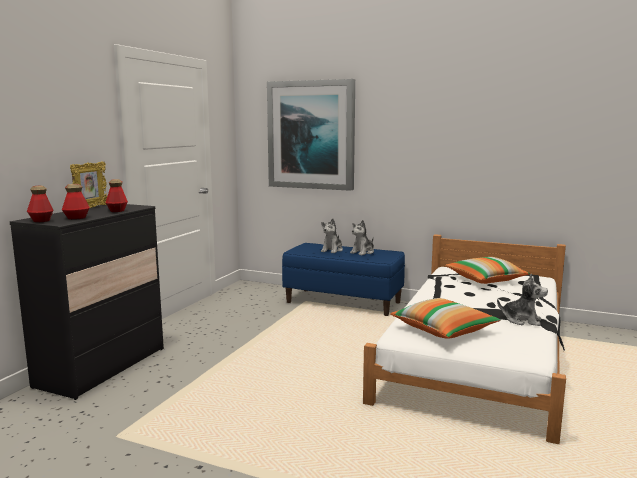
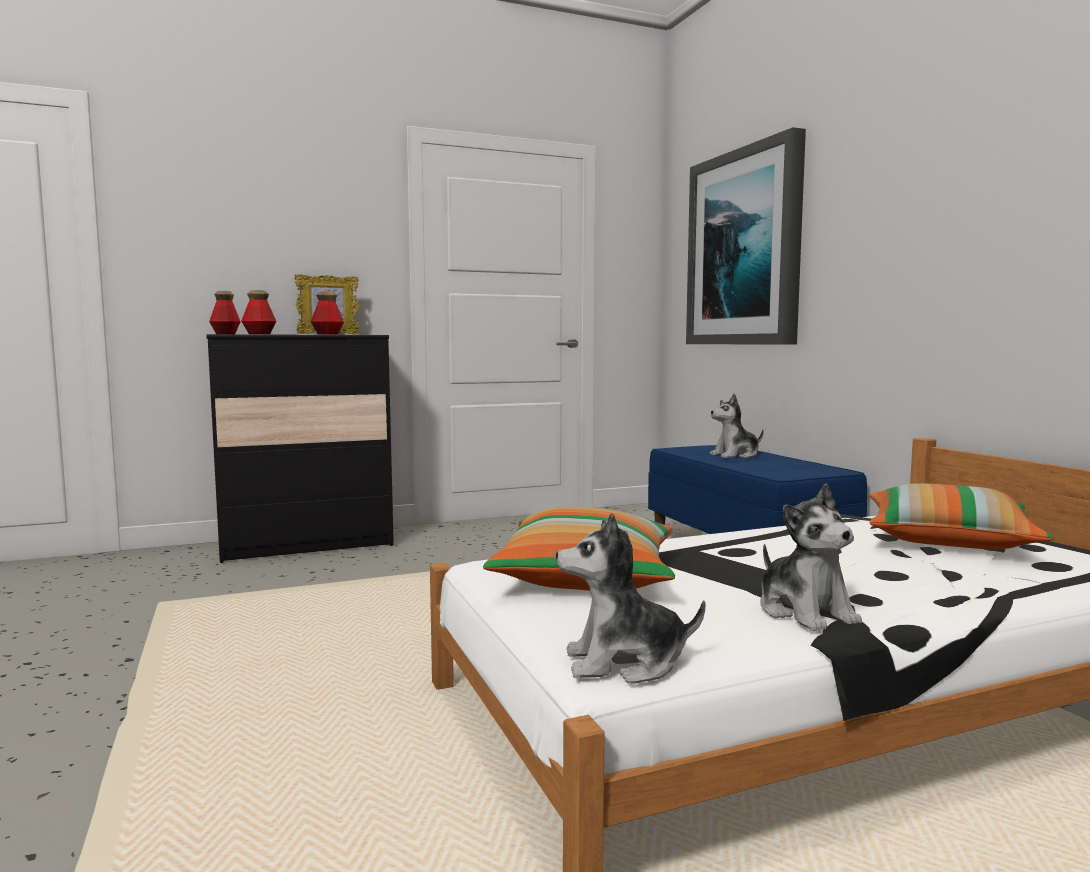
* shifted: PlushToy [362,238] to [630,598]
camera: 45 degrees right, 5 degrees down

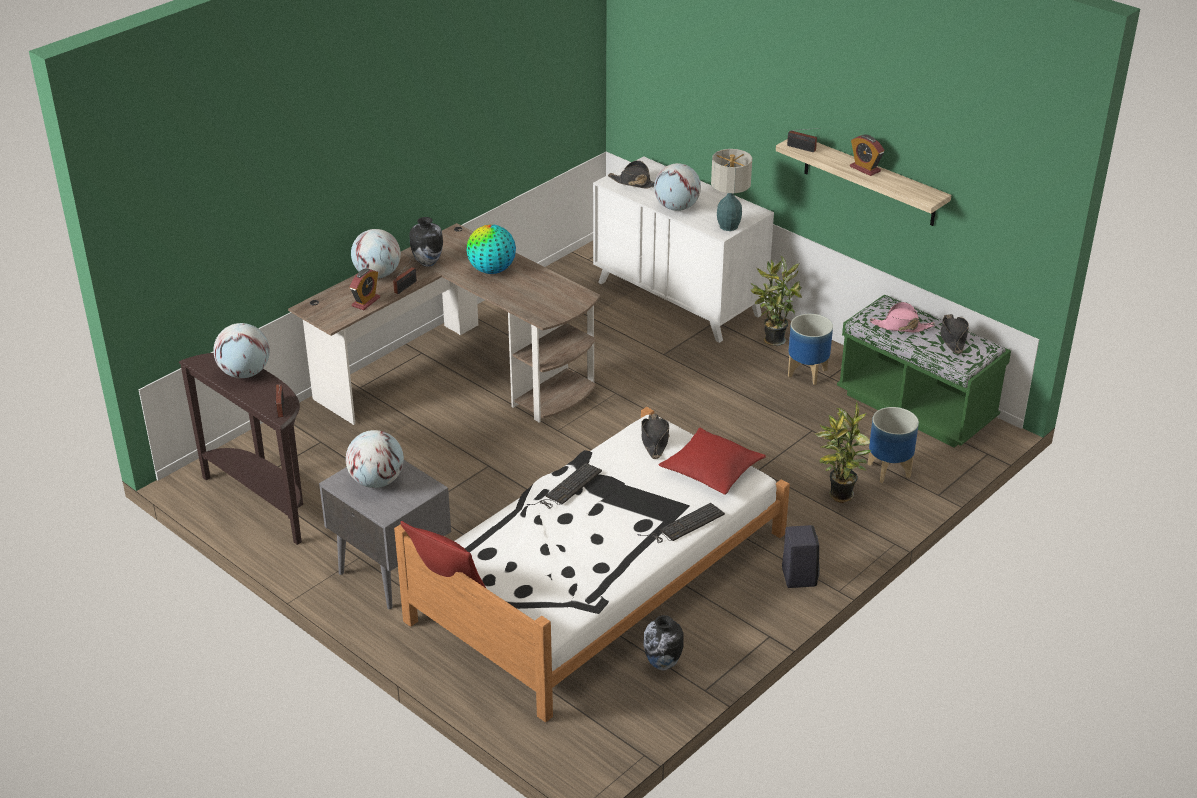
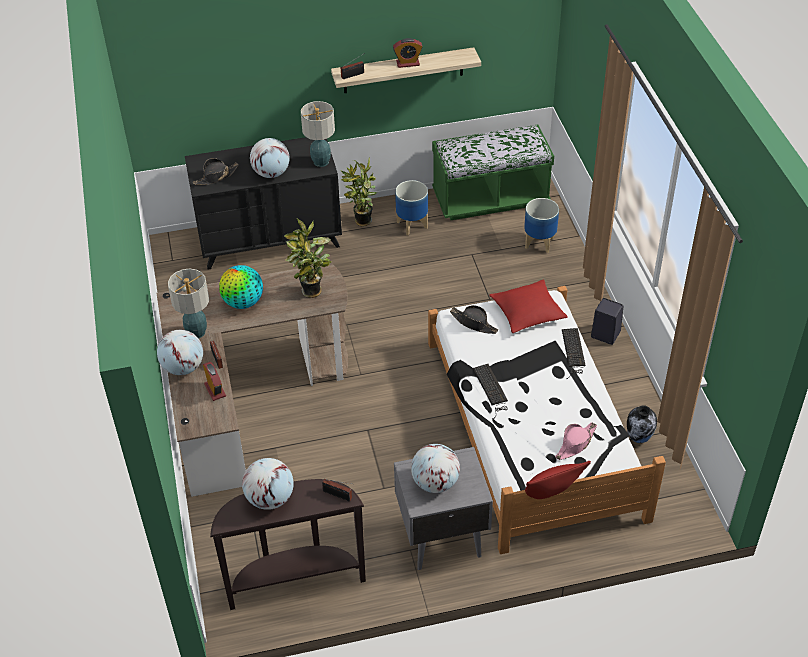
* swapped: Vase [426,242] to TableLamp [188,304]
* repainted: WhiteDresser [683,249] to BlackDresser [263,203]
* shifted: PottedPlant [843,452] to [308,258]
* shifted: PinkHat [902,317] to [576,441]
* gone: BlackHat [954,334]
camera: 55 degrees left, 10 degrees up

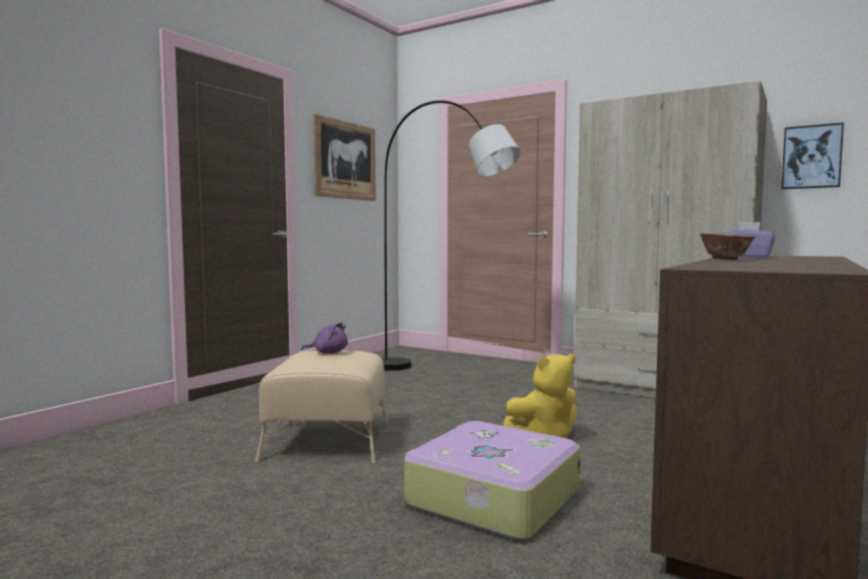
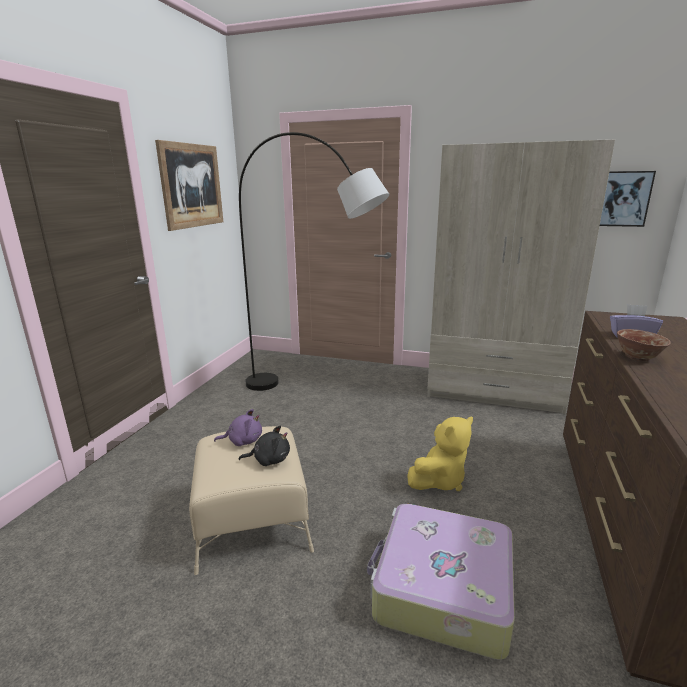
* new: BlackPlushToy [264,446]
camera: 15 degrees left, 15 degrees up

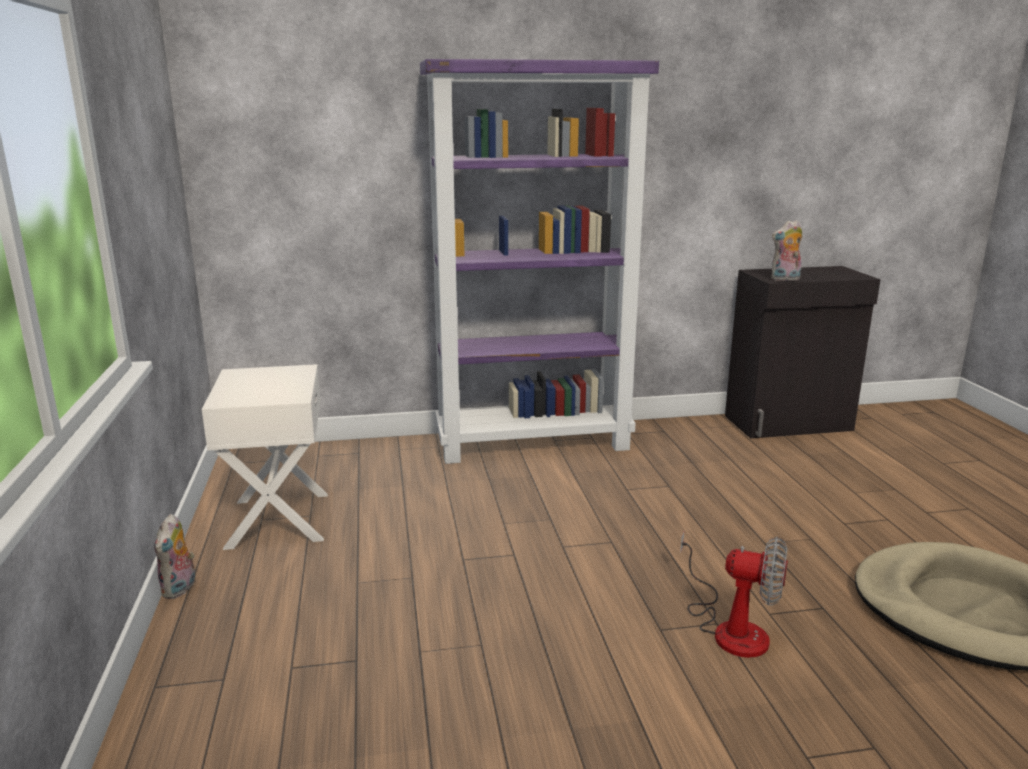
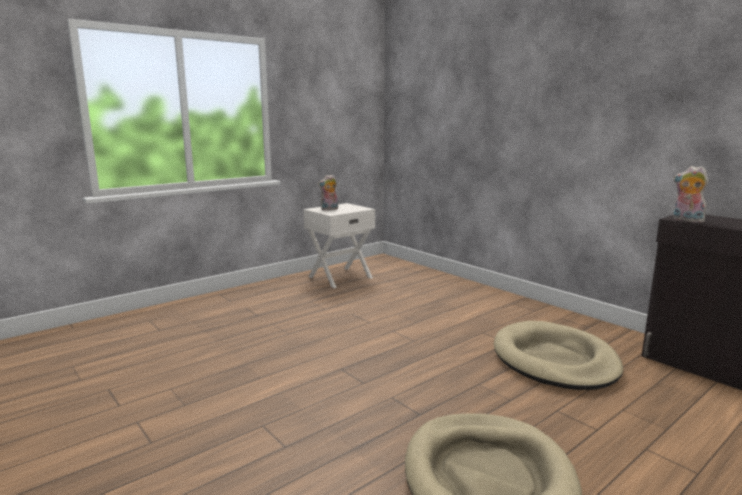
* shifted: PlushToy [174,556] to [328,192]
* new: BeigeDogBed [558,355]
* gone: PurpleBookcase [539,261]
* gone: Fan [734,595]
camera: 60 degrees right, 5 degrees down

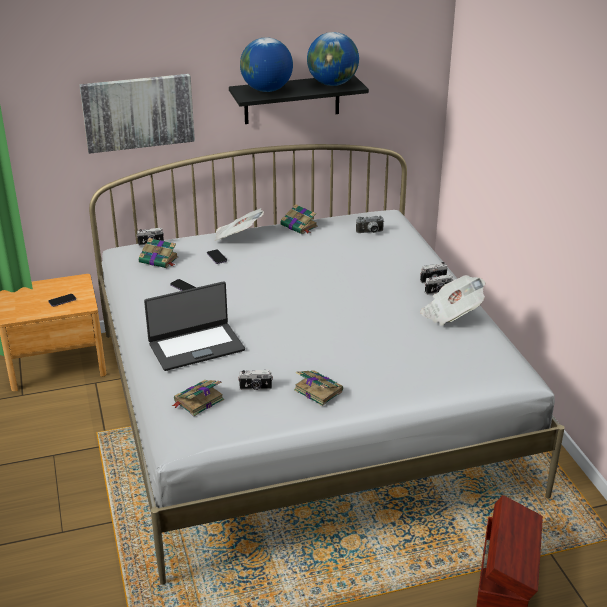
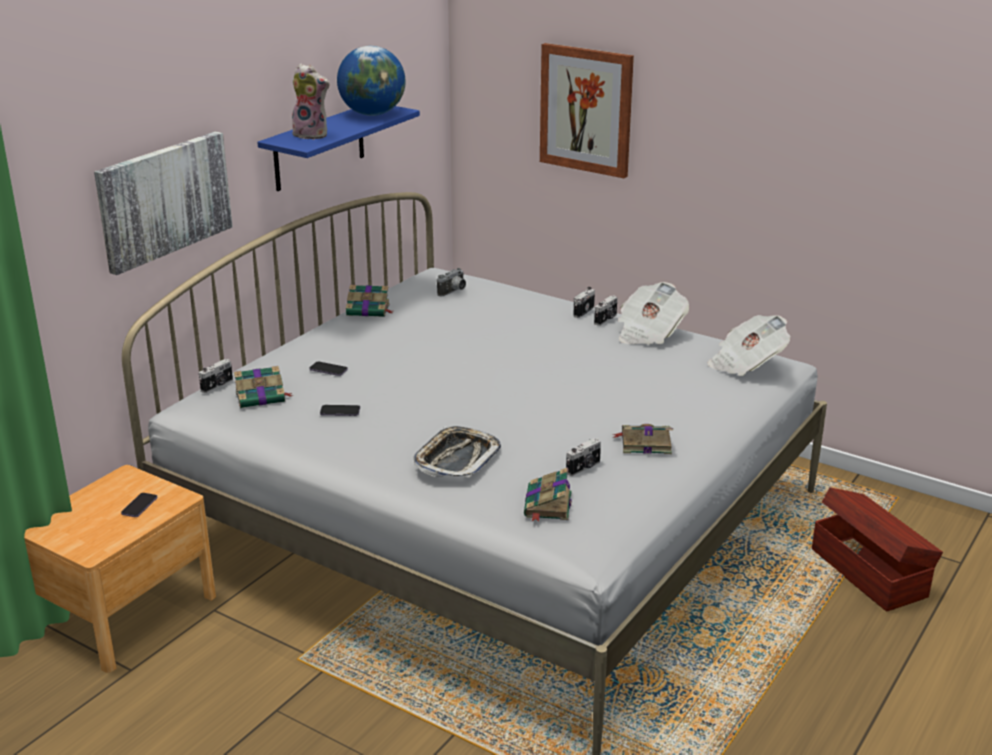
* repainted: BlackShelf [299,99] to BlueShelf [338,148]
* swapped: Globe [266,64] to PlushToy [310,101]
* swapped: Laptop [194,326] to Tray [457,452]
* new: Picture [587,110]
* shifted: Newspaper [239,224] to [748,345]
camera: 40 degrees left, 5 degrees down

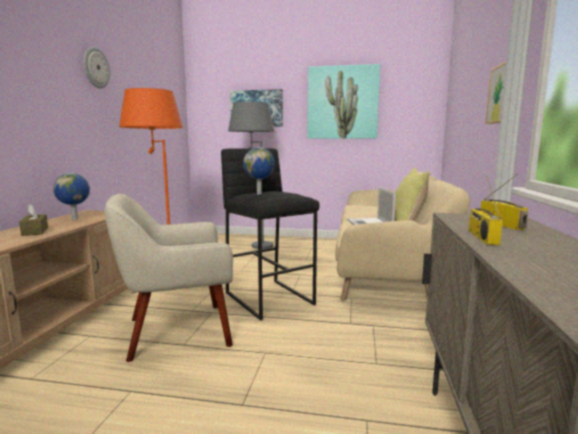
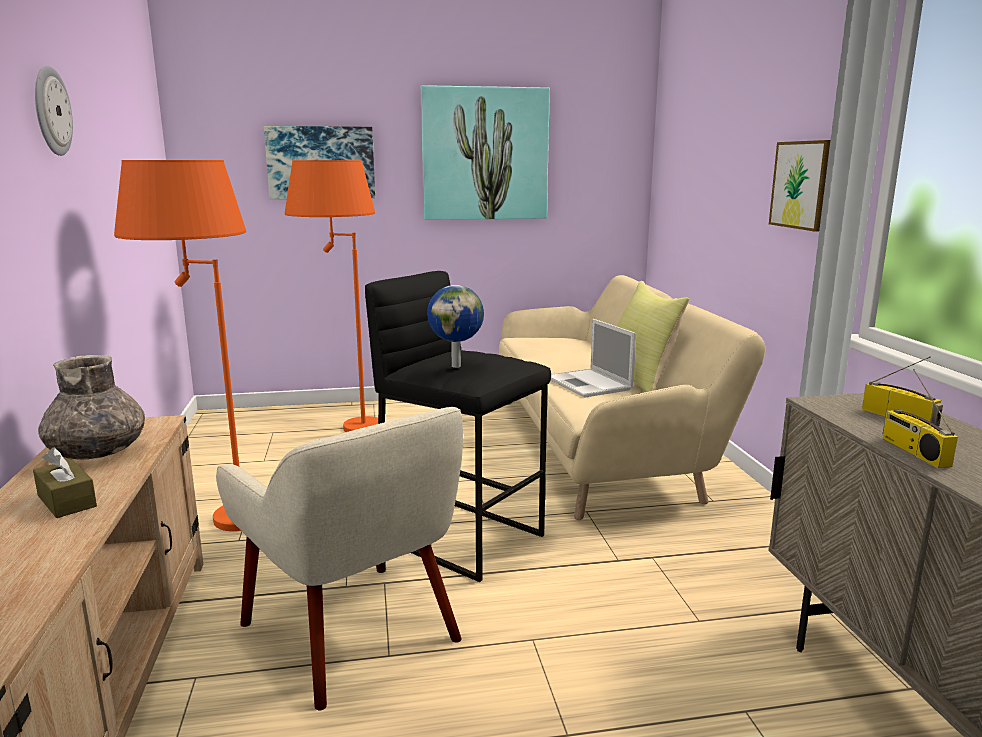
* swapped: Globe [71,196] to GreyVase [91,407]
* rotated: BeigeArmchair [169,278] = [339,558] 90 degrees counterclockwise
* repainted: GreyFloorLamp [251,175] to OrangeFloorLamp [331,296]
camera: 20 degrees left, 5 degrees up

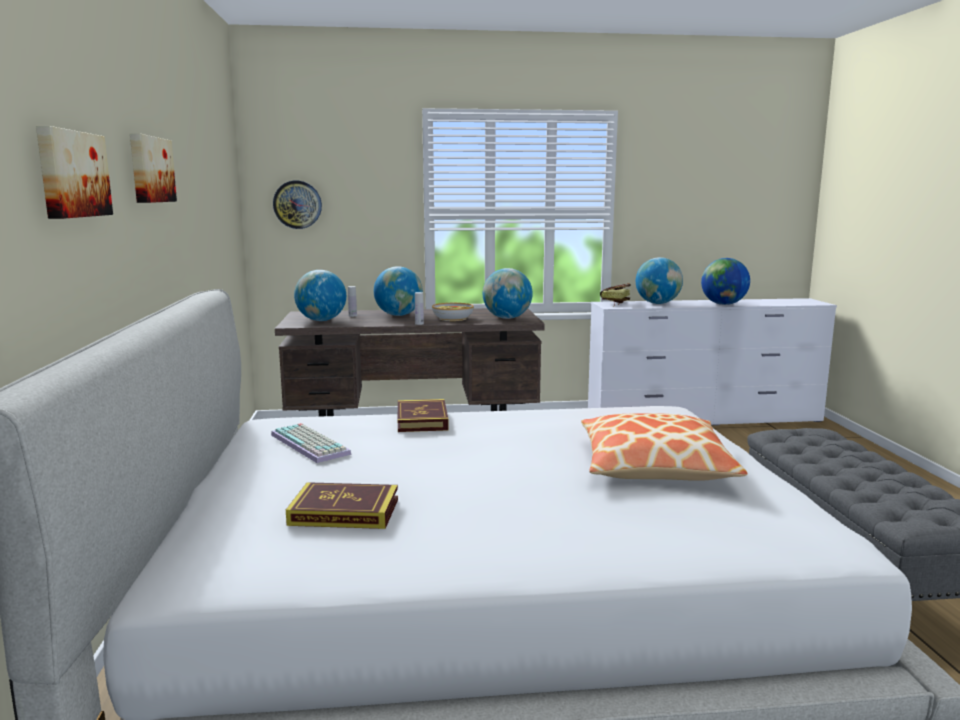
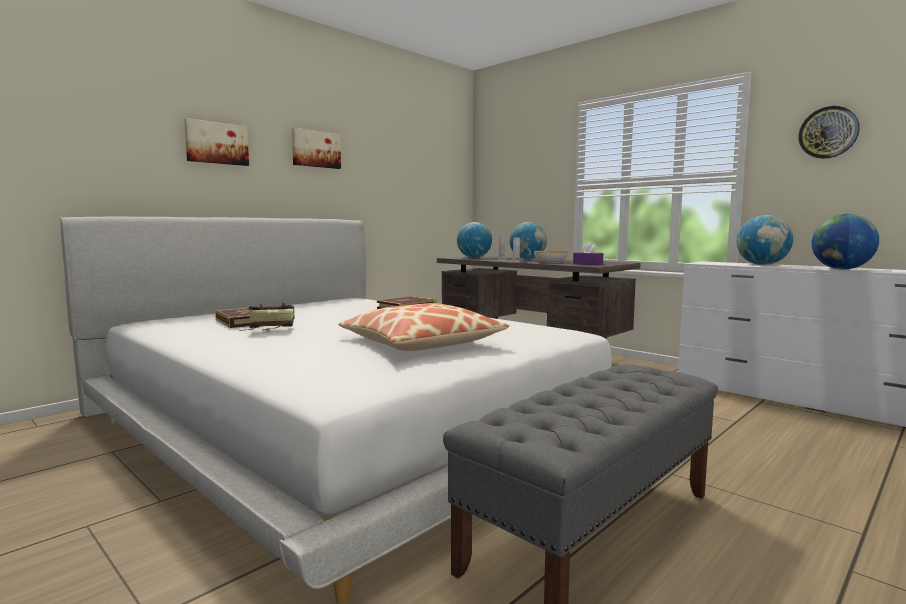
* shifted: Book [615,294] to [267,317]
* swapped: Globe [508,293] to PurpleTissueBox [588,253]
* shifted: WallClock [297,205] to [829,132]
* gone: Keyboard [311,443]
camera: 50 degrees right, 5 degrees down

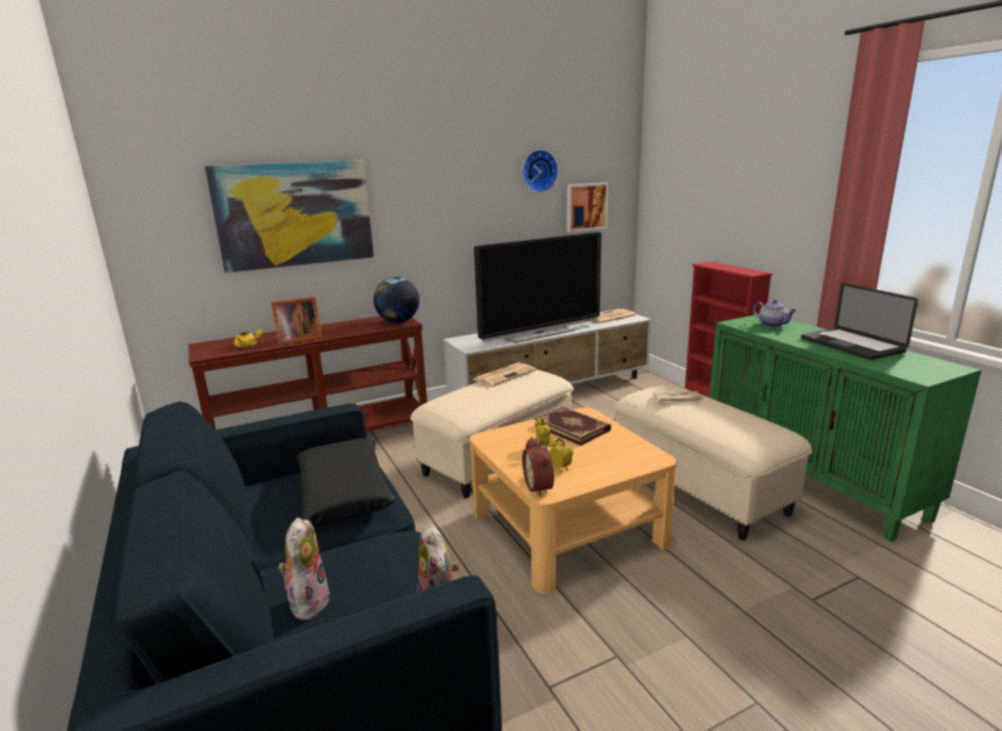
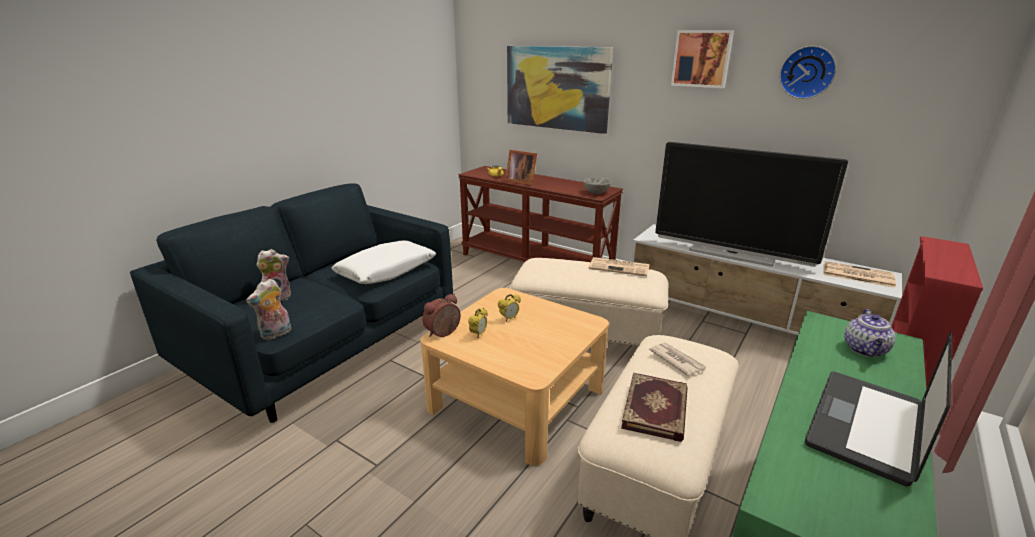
* repainted: BlackPillow [346,482] to WhitePillow [383,262]
* swapped: Globe [396,300] to GreyBowl [597,185]
* shifted: Book [572,426] to [654,407]
* shifted: Picture [588,207] to [702,59]
camera: 60 degrees right, 5 degrees up

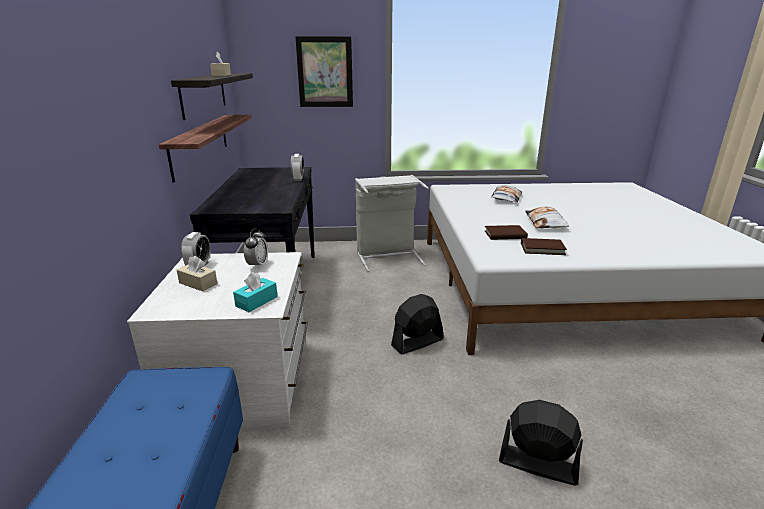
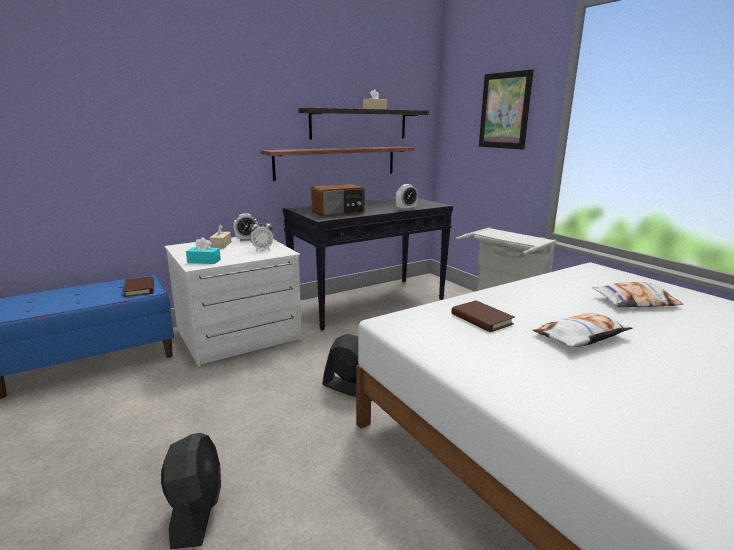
* shifted: BrownBook [544,246] to [138,286]
* new: Radio [338,200]
camera: 60 degrees right, 5 degrees down

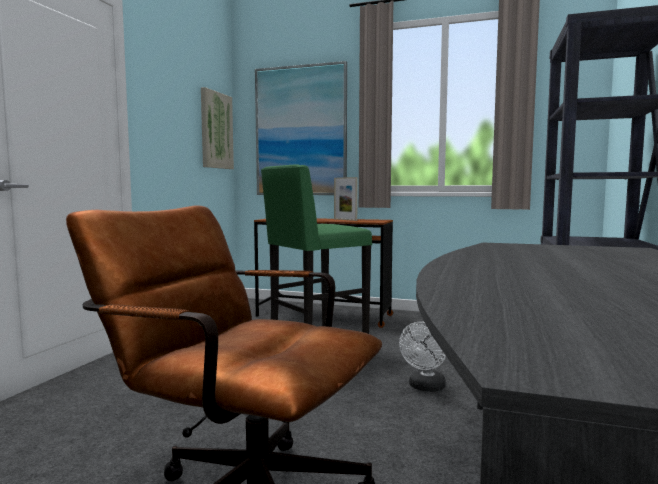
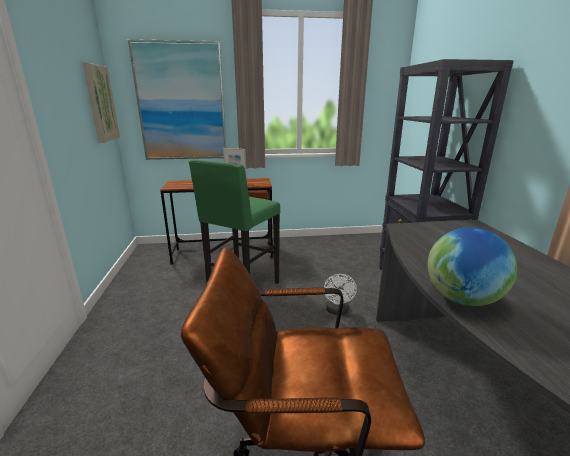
* new: Globe [472,266]
camera: 25 degrees left, 15 degrees up

